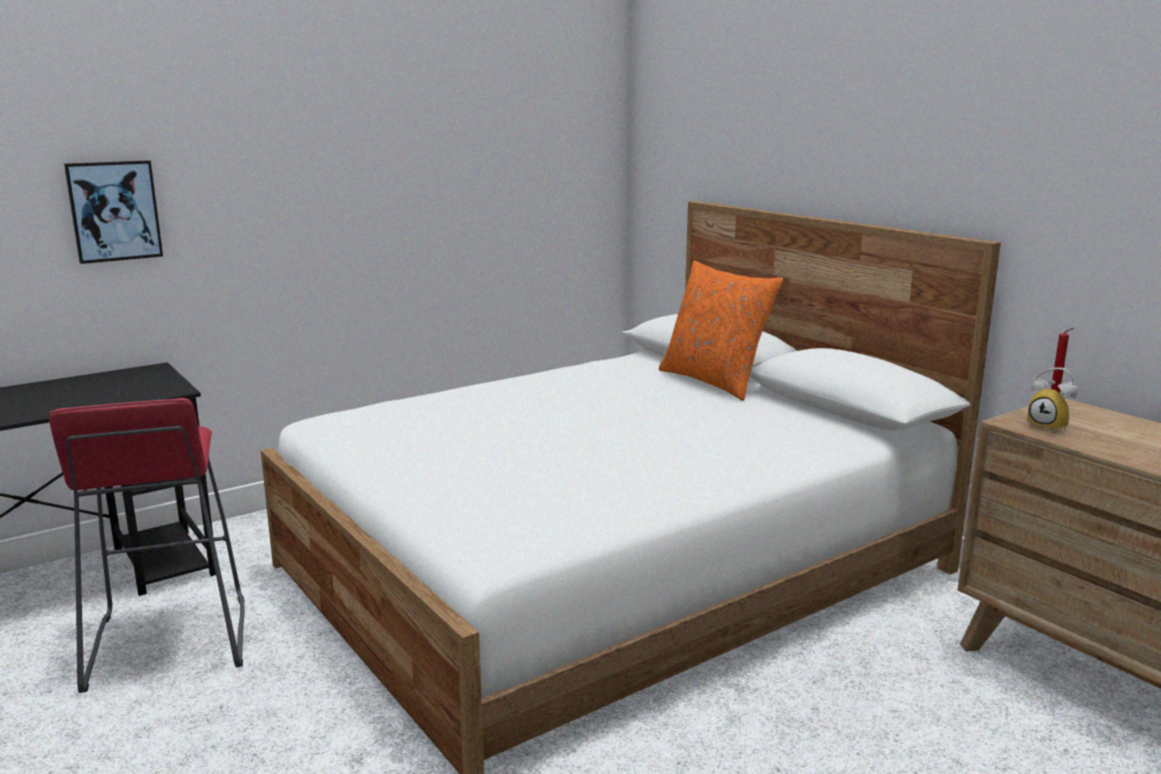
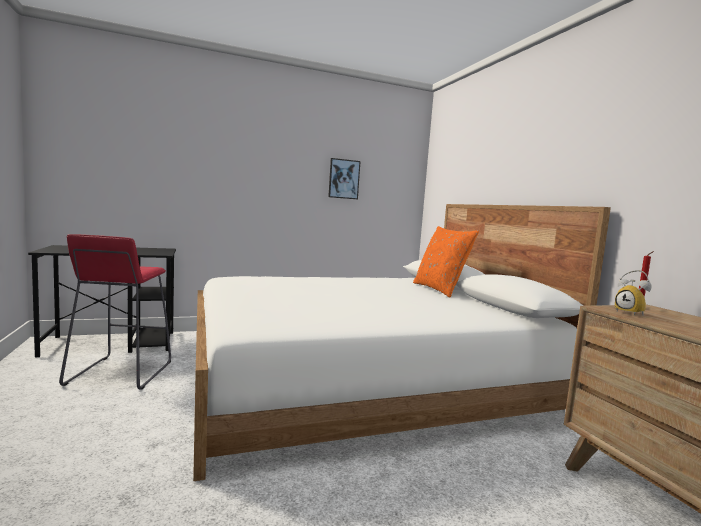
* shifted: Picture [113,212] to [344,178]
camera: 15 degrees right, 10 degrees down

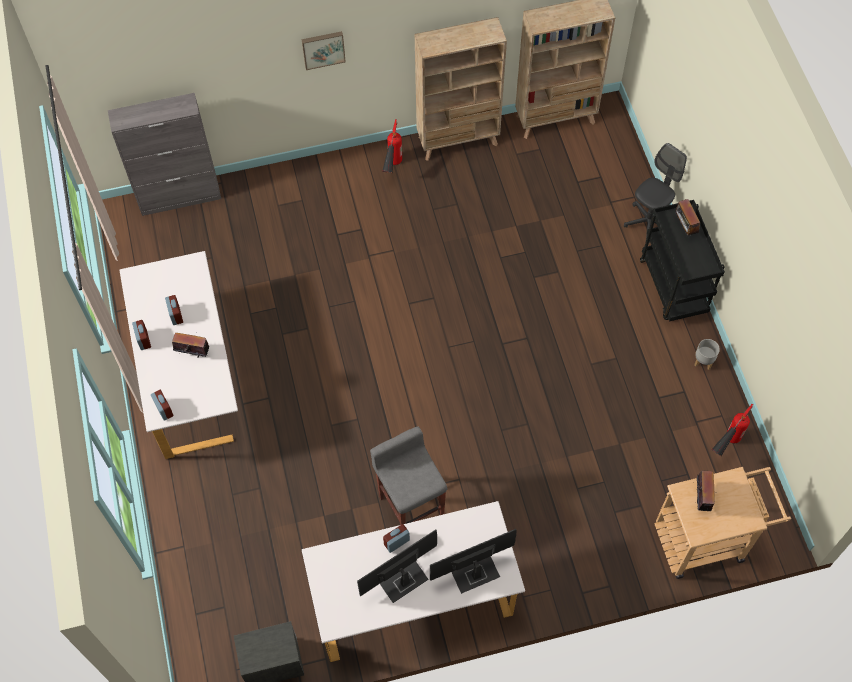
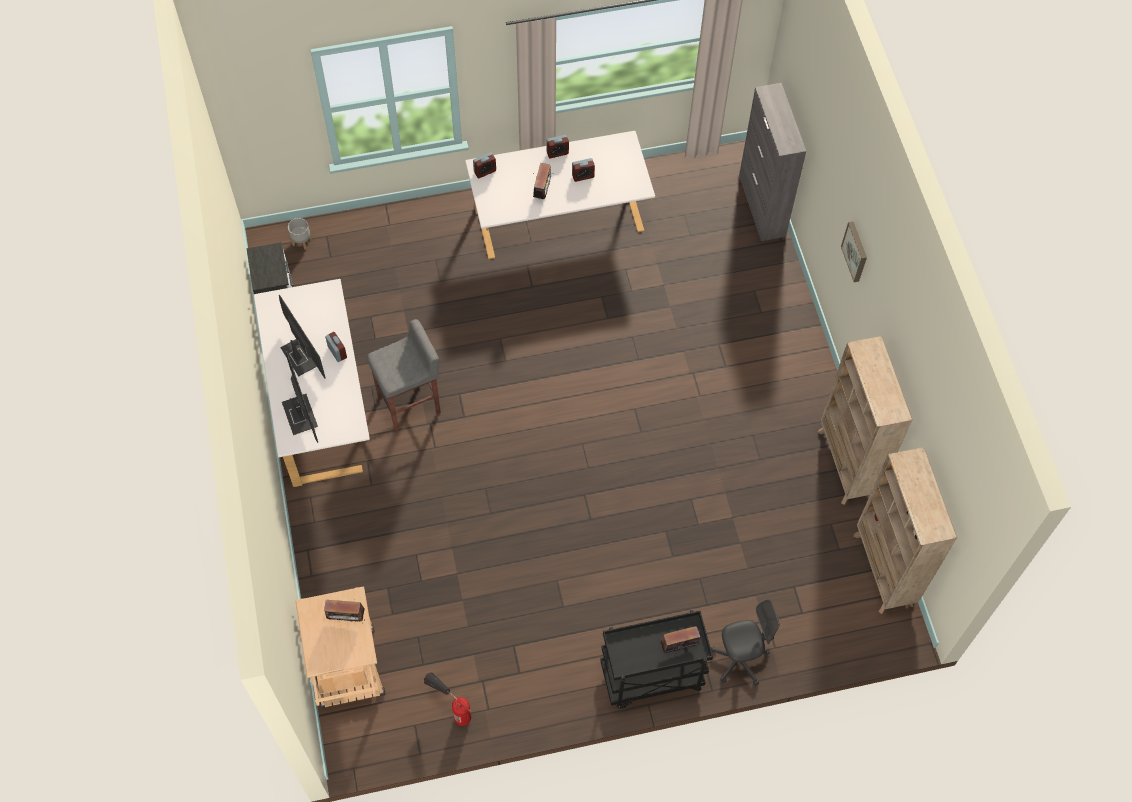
* shifted: GreyPlanter [707,354] to [300,234]
* rotated: GreyOfficeChair [655,193] = [745,643] 60 degrees counterclockwise
* gone: FireExtinguisher [392,146]
camera: 90 degrees right, 0 degrees up

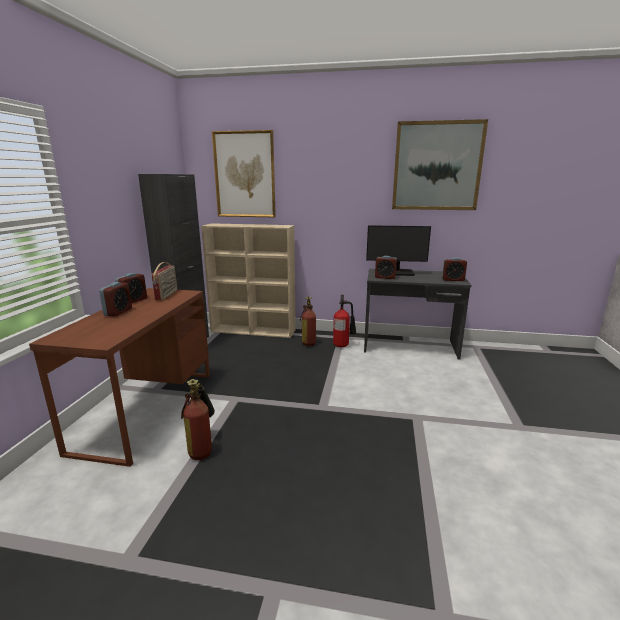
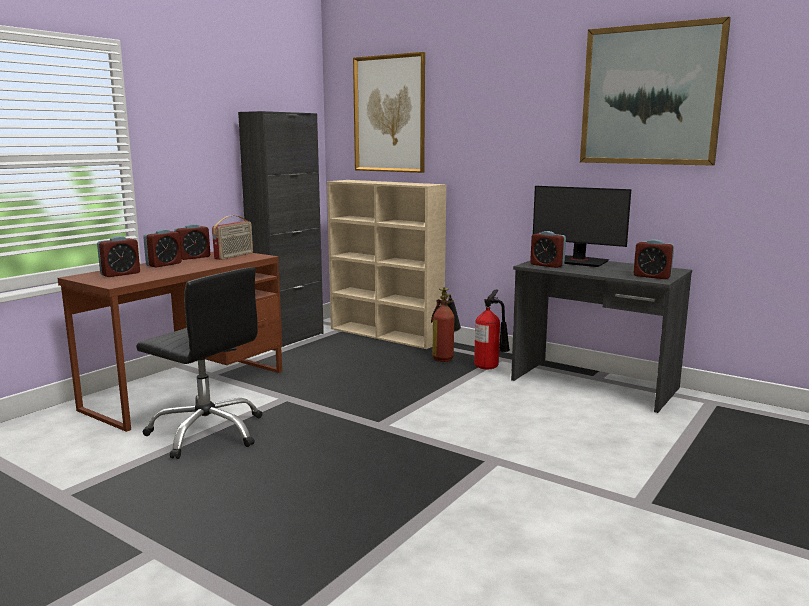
* new: AlarmClock [118,256]
* swapped: FireExtinguisher [198,419] to BlackOfficeChair [199,363]
camera: 25 degrees right, 5 degrees down

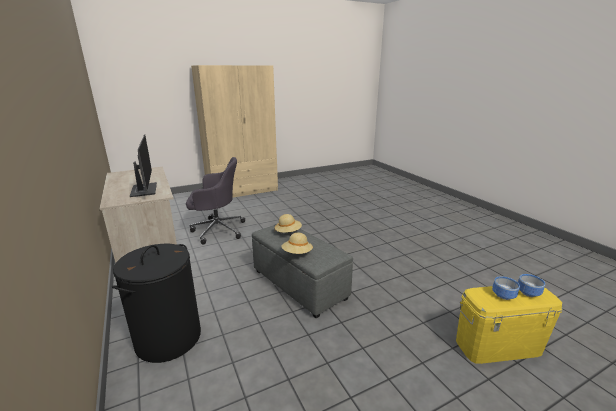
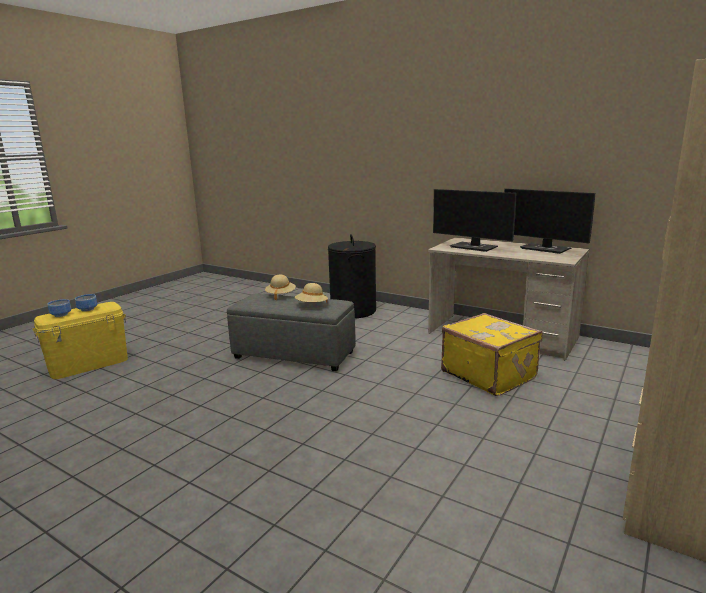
* swapped: GreyOfficeChair [215,200] to YellowSuitcase [492,354]
* new: Monitor [549,221]
camera: 150 degrees right, 5 degrees down

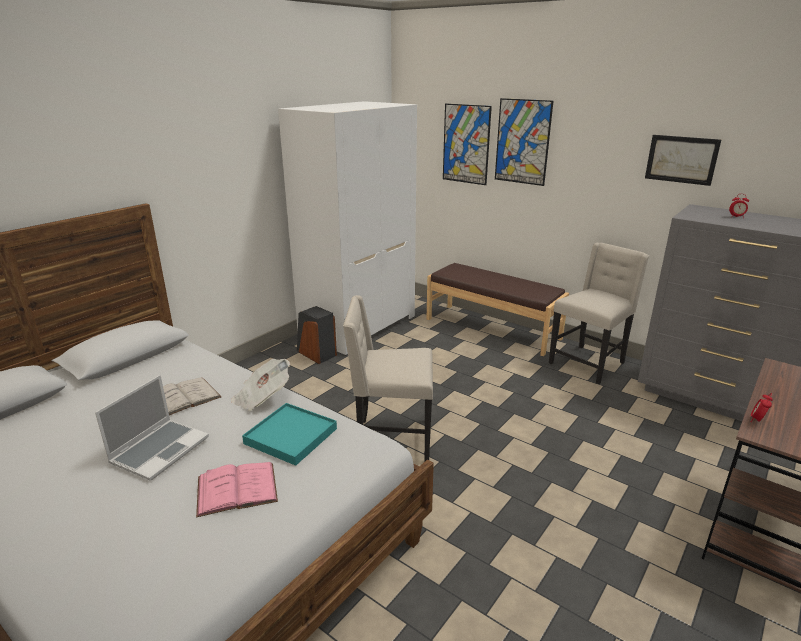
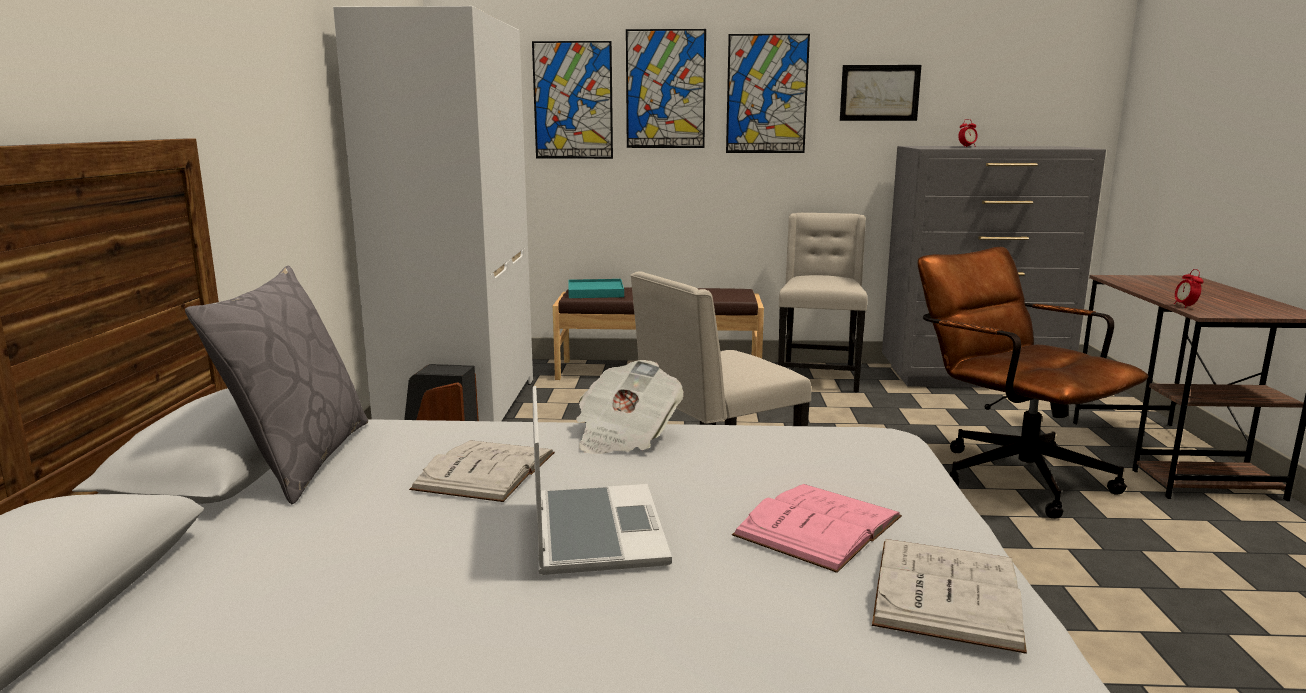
* new: GreyPillow [276,385]
* shifted: TurquoiseTray [289,434] to [596,288]
* new: Picture [768,93]
* new: WhiteBook [949,596]
* new: BrownOfficeChair [1033,382]
camera: 35 degrees left, 10 degrees down

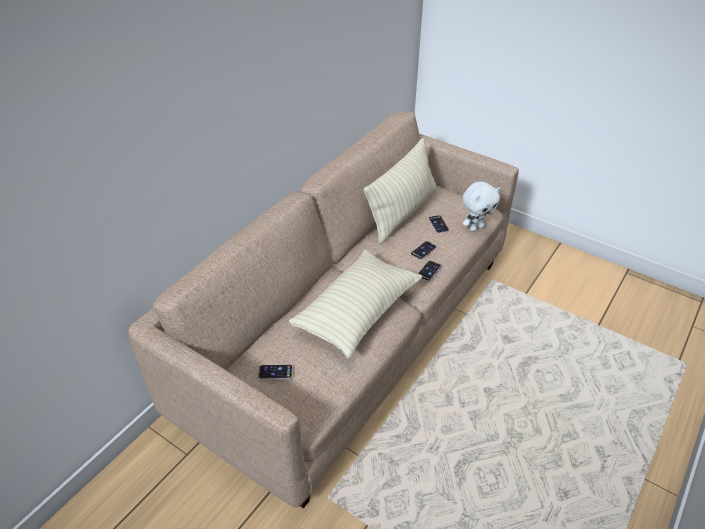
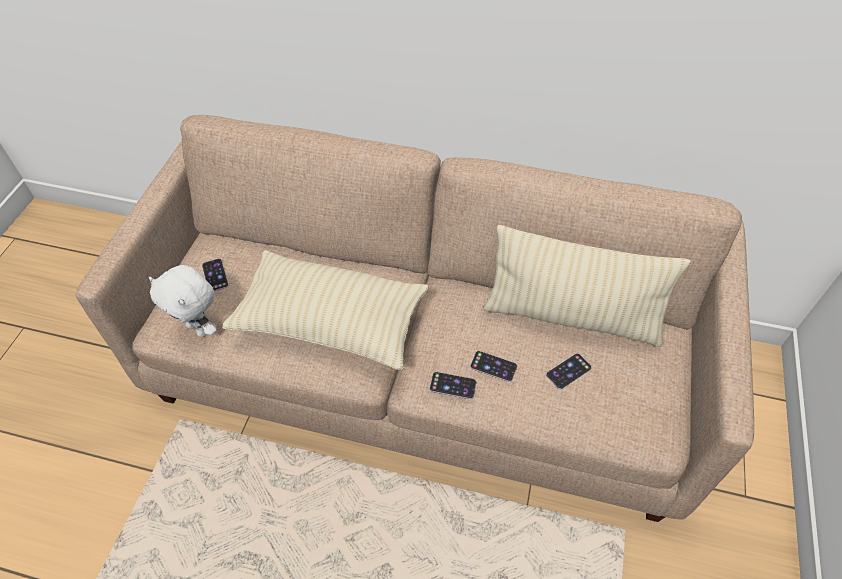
* shifted: WhitePlushToy [481,206] to [183,301]
camera: 70 degrees right, 10 degrees up

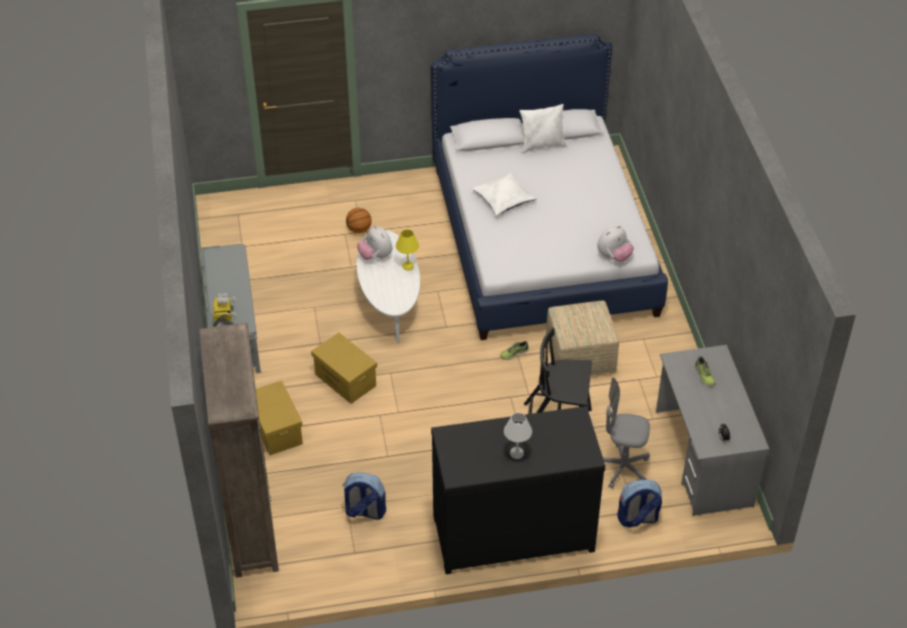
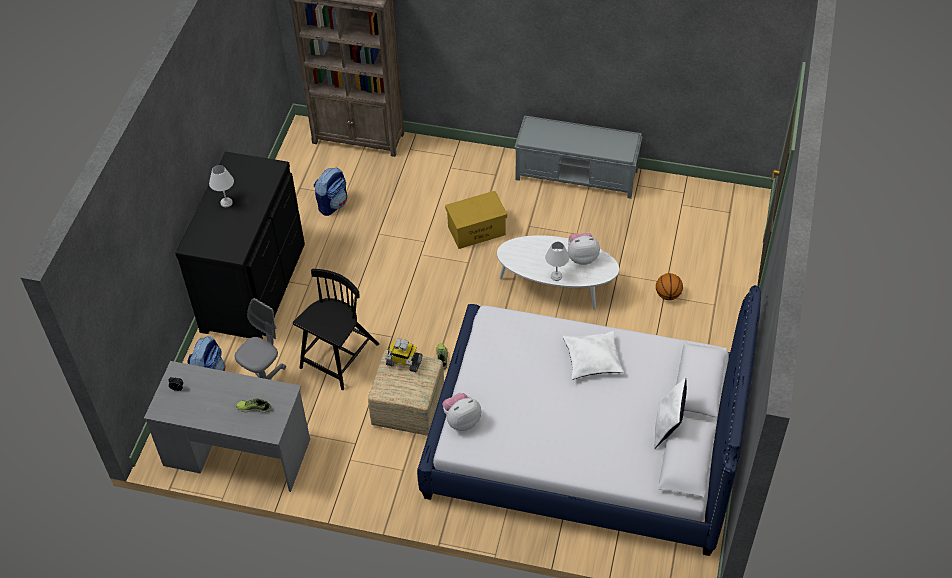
* shifted: ToyRobot [224,310] to [403,355]
* rotated: PlushToy [615,243] = [461,412] 75 degrees clockwise
* repainted: YellowTableLamp [407,250] to WhiteTableLamp [557,261]
* gone: YellowStorageBox [279,418]
camera: 115 degrees right, 5 degrees up

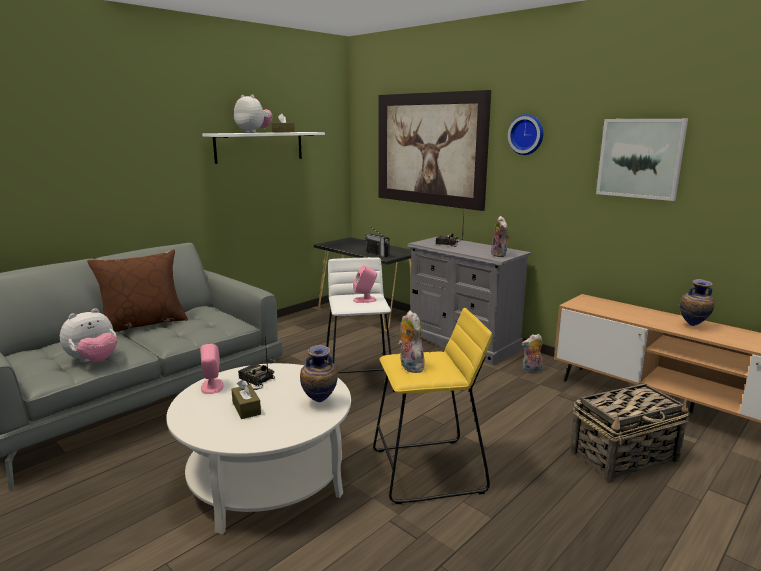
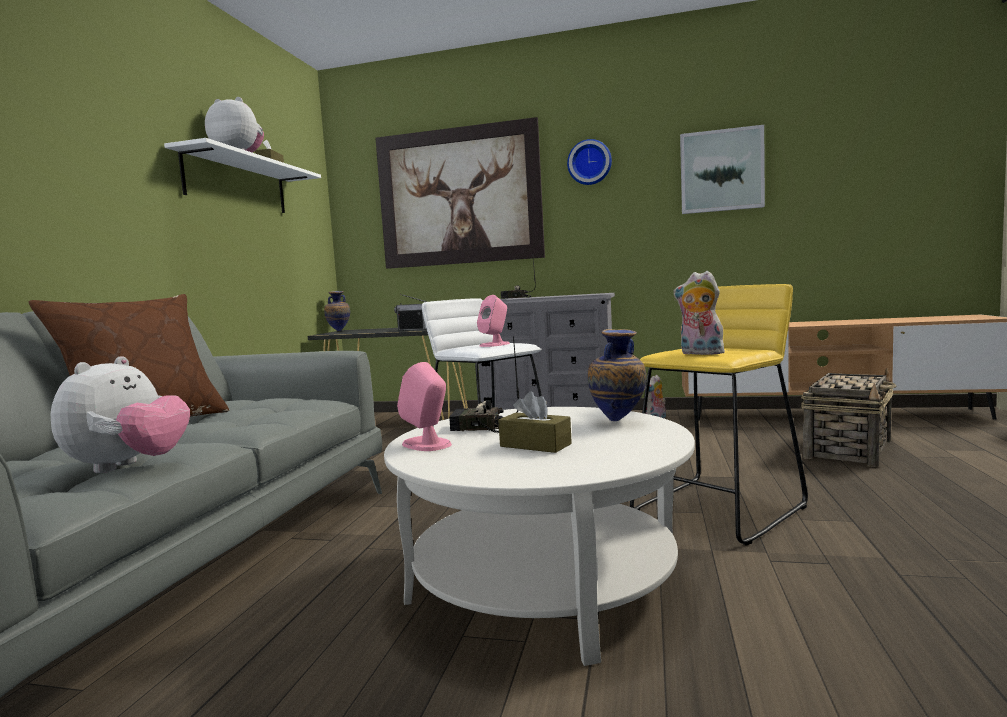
* shifted: Vase [697,302] to [337,311]
* gone: PlushToy [500,236]
camera: 30 degrees left, 10 degrees down

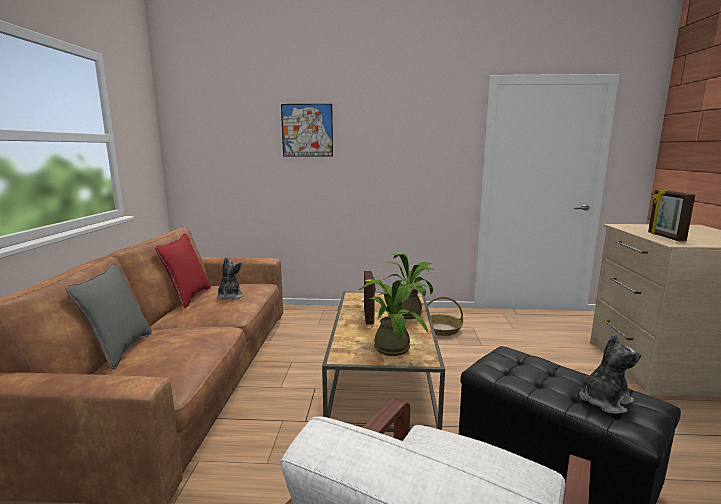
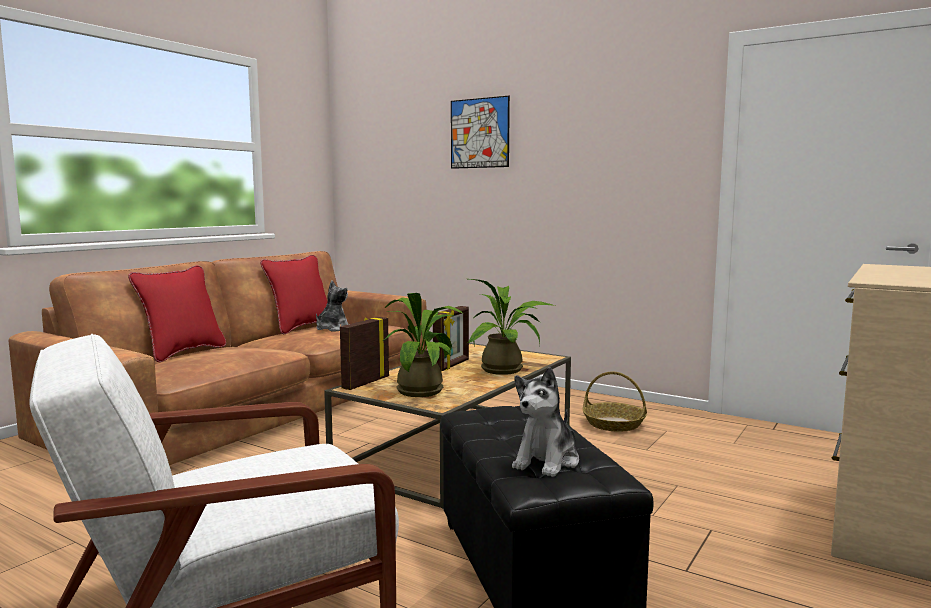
* repainted: GreyPillow [108,316] to RedPillow [177,314]
* shifted: PictureFrame [671,215] to [364,353]
* rotated: PlushToy [610,374] = [545,422] 120 degrees clockwise
camera: 30 degrees right, 5 degrees down

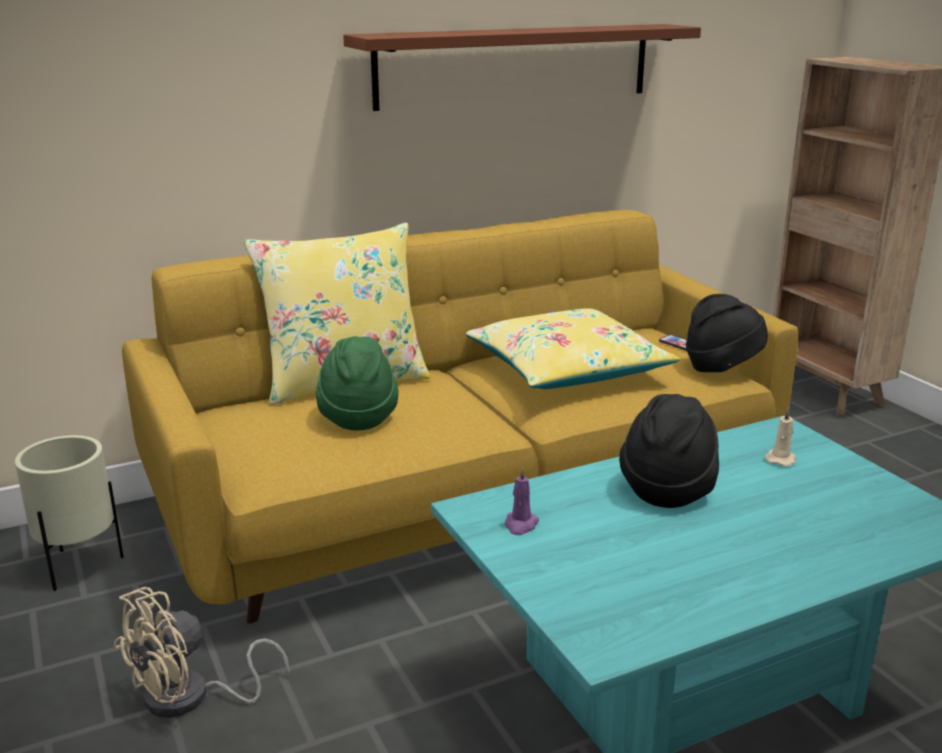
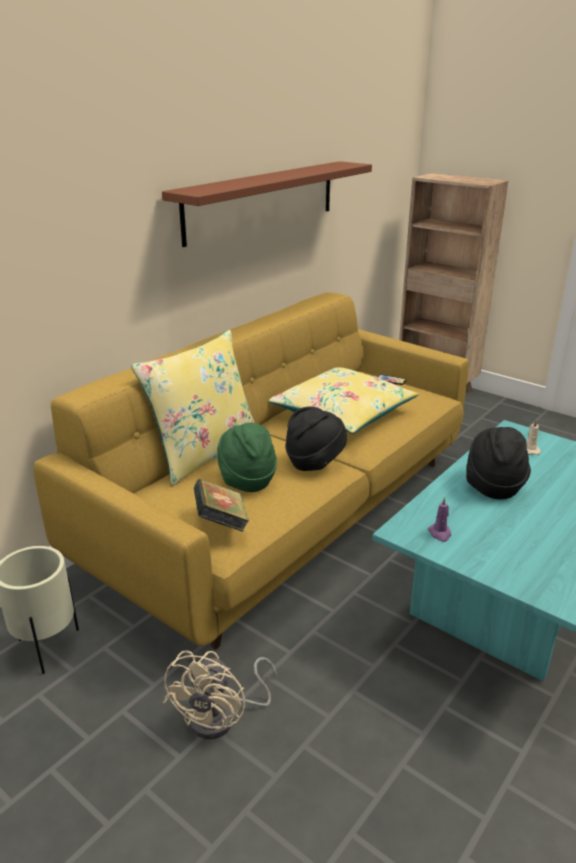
* new: Book [221,505]
* shifted: BlackHat [727,333] to [316,438]
camera: 25 degrees left, 5 degrees up

